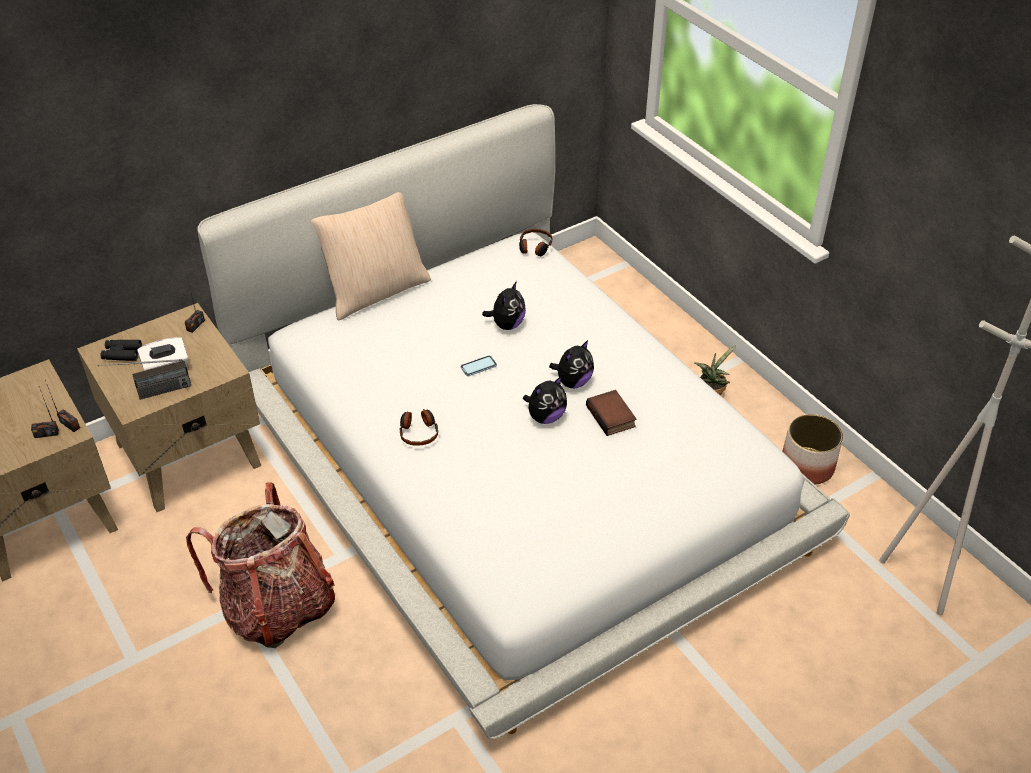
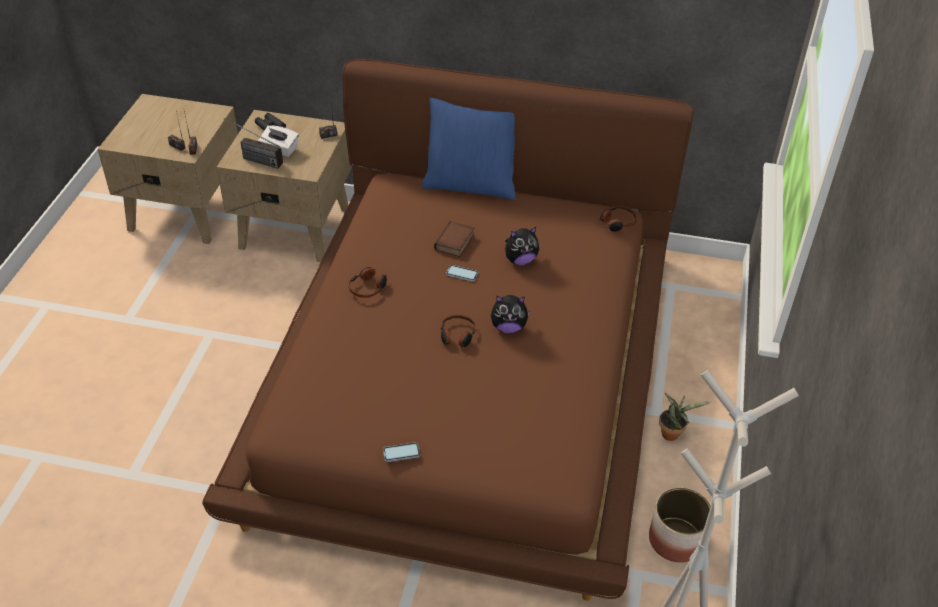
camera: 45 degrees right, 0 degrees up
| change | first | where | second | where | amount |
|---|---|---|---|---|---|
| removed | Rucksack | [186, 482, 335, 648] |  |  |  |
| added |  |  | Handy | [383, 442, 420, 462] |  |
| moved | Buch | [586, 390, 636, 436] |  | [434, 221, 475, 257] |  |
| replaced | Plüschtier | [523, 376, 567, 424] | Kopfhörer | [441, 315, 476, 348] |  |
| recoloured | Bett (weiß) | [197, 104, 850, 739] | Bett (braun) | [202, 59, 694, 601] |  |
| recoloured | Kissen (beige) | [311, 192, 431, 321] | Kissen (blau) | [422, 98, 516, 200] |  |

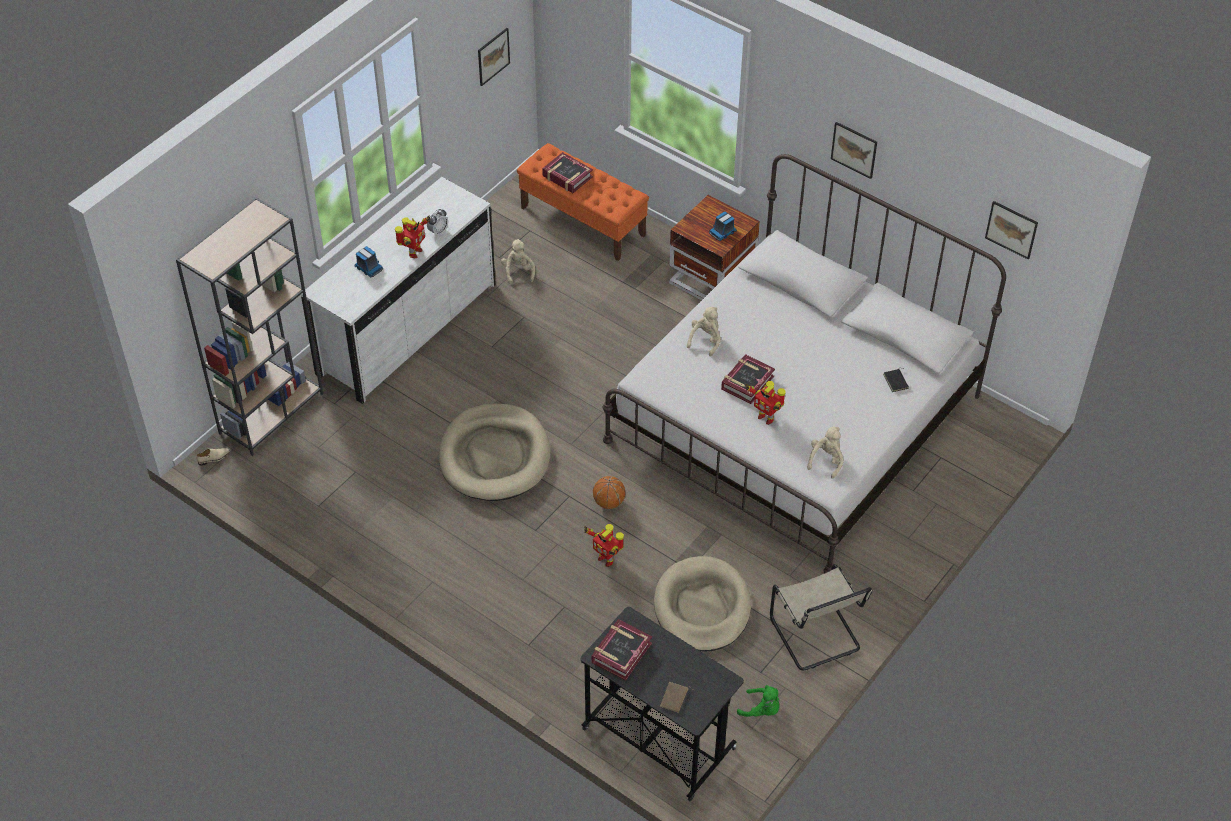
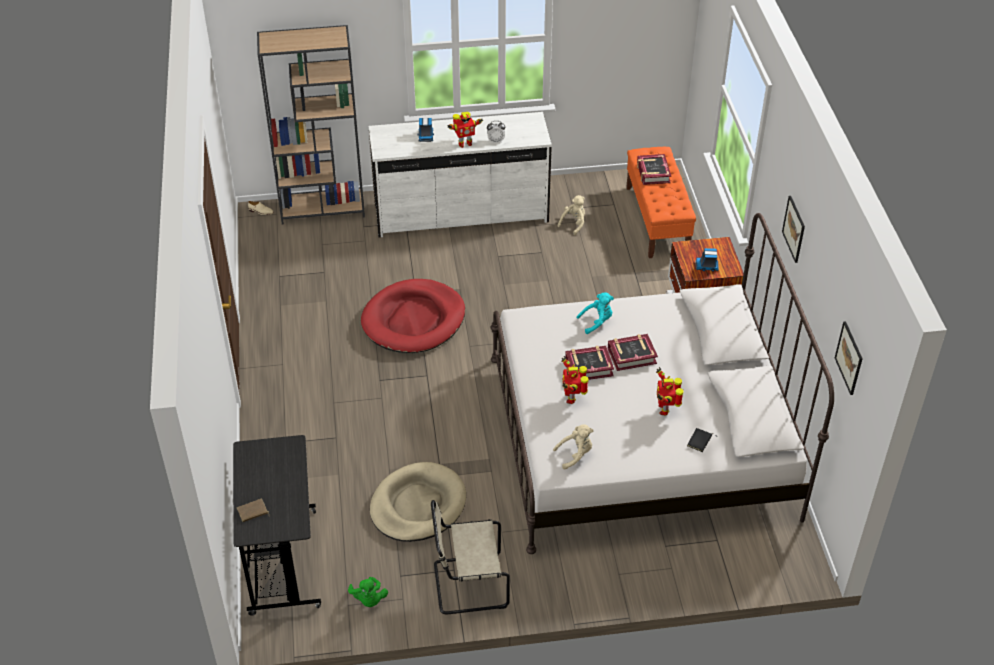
camera: 45 degrees right, 5 degrees down
| change | first | where | second | where | amount |
|---|---|---|---|---|---|
| removed | Bild | [478, 28, 510, 86] |  |  |  |
| removed | Basketball | [593, 476, 625, 509] |  |  |  |
| moved | Spielzeugroboter | [584, 524, 624, 567] |  | [656, 367, 684, 416] |  |
| moved | Buch | [592, 619, 652, 680] |  | [608, 334, 658, 371] |  |
| recoloured | Hundebett (beige) | [439, 403, 550, 501] | Hundebett (rot) | [361, 279, 465, 353] |  |
| recoloured | Plüschtier (beige) | [687, 307, 721, 357] | Plüschtier (türkis) | [577, 292, 614, 334] |  |
| turned | Stuhl (beige) | [770, 564, 872, 671] |  | [431, 500, 510, 614] | 60 degrees clockwise |

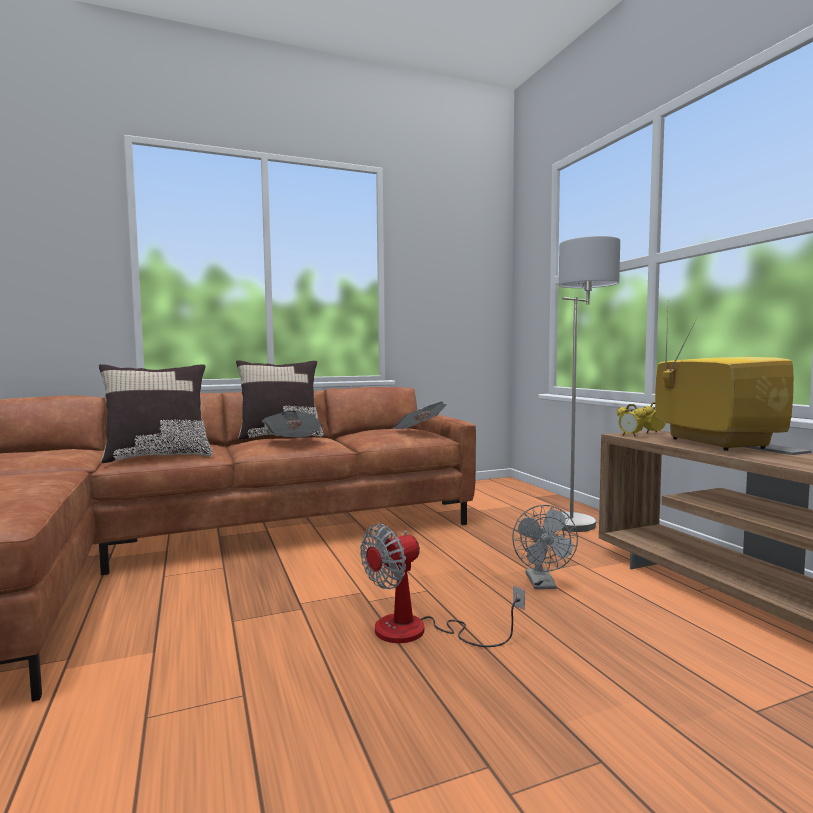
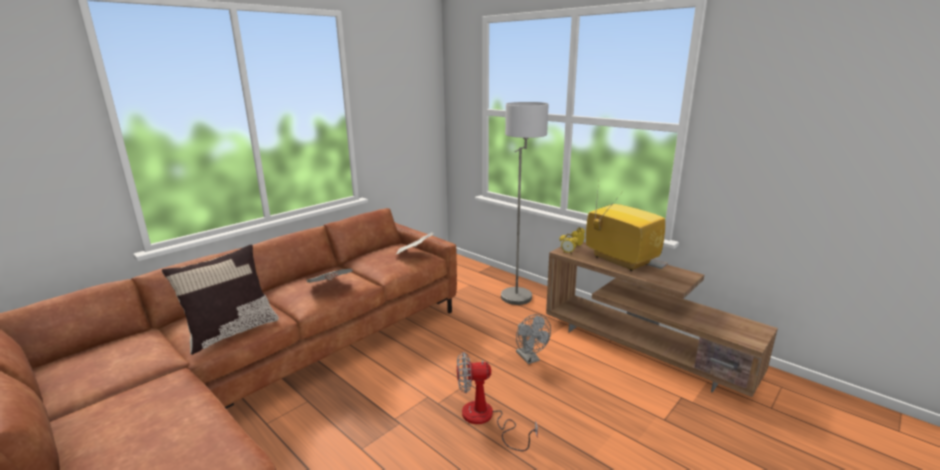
camera: 25 degrees left, 15 degrees up
| change | first | where | second | where | amount |
|---|---|---|---|---|---|
| removed | Kissen | [236, 360, 324, 440] |  |  |  |
| turned | Ventilator | [360, 524, 525, 647] |  | [457, 352, 538, 451] | 60 degrees clockwise |

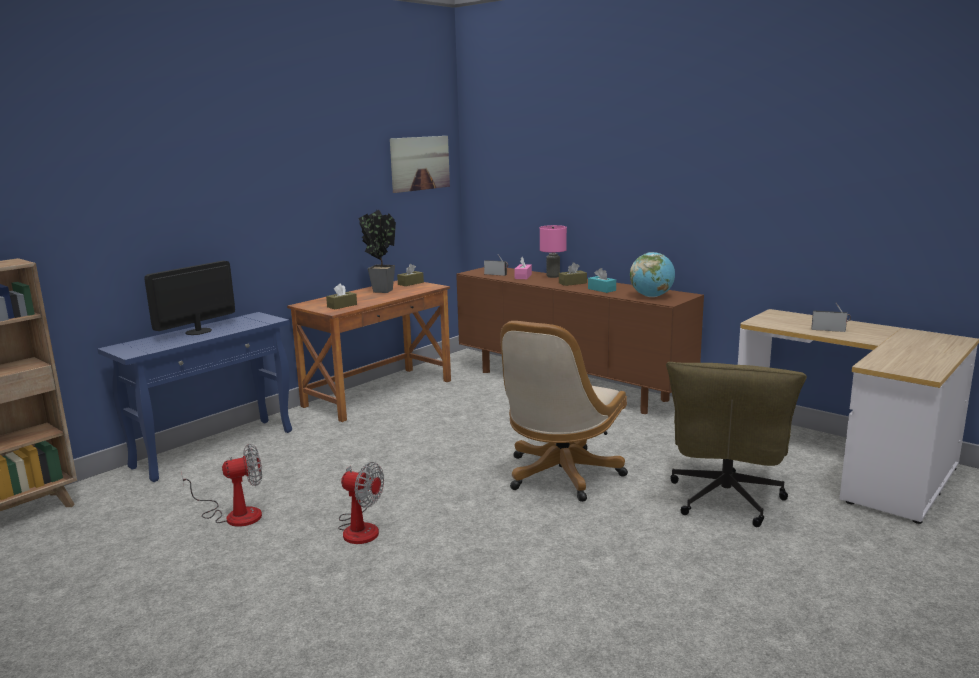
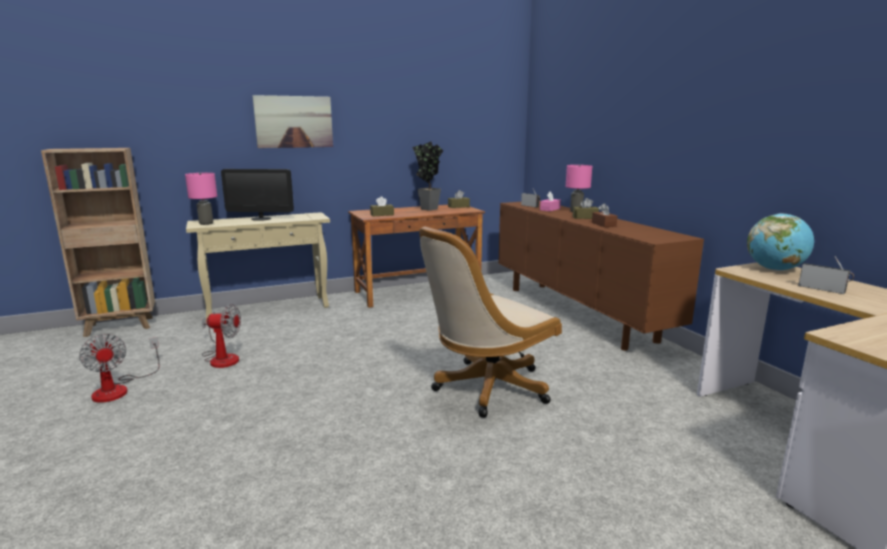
camera: 25 degrees right, 0 degrees up
| change | first | where | second | where | amount |
|---|---|---|---|---|---|
| removed | Bürostuhl (beige) | [666, 362, 807, 527] |  |  |  |
| added |  |  | Tischlampe (rosa) | [185, 173, 217, 225] |  |
| moved | Ventilator | [338, 462, 384, 544] |  | [79, 334, 160, 403] |  |
| moved | Bild | [390, 136, 450, 193] |  | [252, 95, 333, 148] |  |
| moved | Globus | [630, 252, 675, 297] |  | [747, 213, 814, 271] |  |
| recoloured | Konsolentisch (blau) | [98, 312, 292, 482] | Konsolentisch (beige) | [186, 212, 330, 323] |  |
| recoloured | Taschentuchbox (türkis) | [588, 268, 616, 293] | Taschentuchbox (braun) | [592, 203, 617, 227] |  |
| turned | Monitor | [144, 261, 235, 335] |  | [221, 169, 294, 220] | 150 degrees counterclockwise |

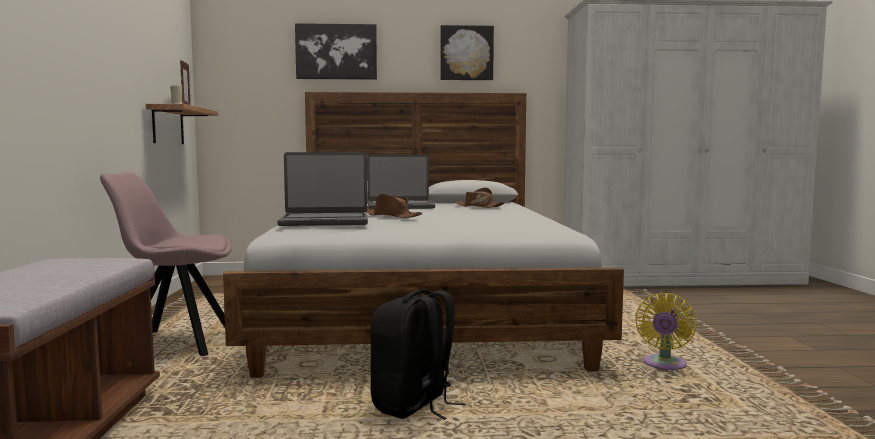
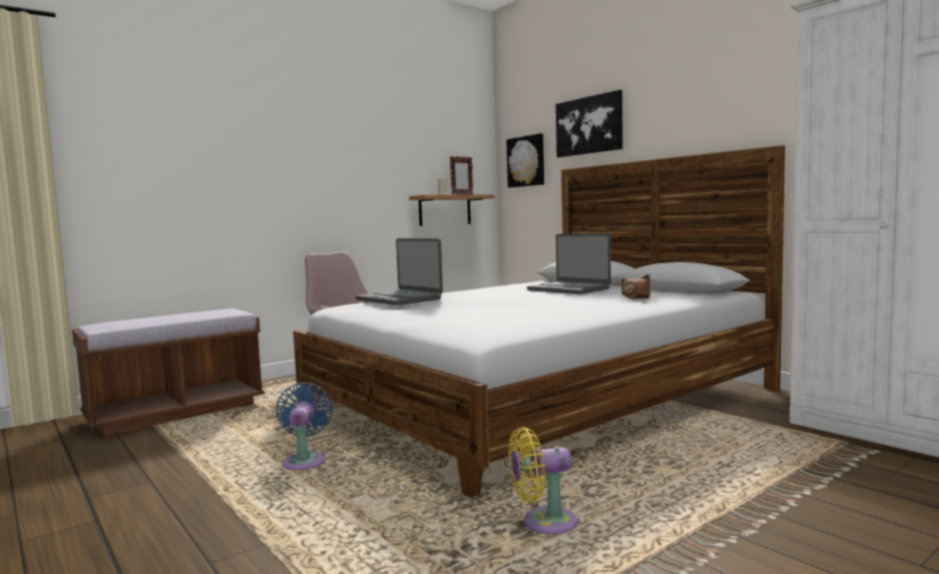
camera: 55 degrees right, 0 degrees up
| change | first | where | second | where | amount |
|---|---|---|---|---|---|
| removed | Hut (braun) | [367, 194, 422, 218] |  |  |  |
| moved | Bild | [440, 25, 494, 80] |  | [506, 133, 544, 188] |  |
| replaced | Rucksack (schwarz) | [371, 290, 466, 420] | Ventilator (blau) | [276, 382, 333, 470] |  |

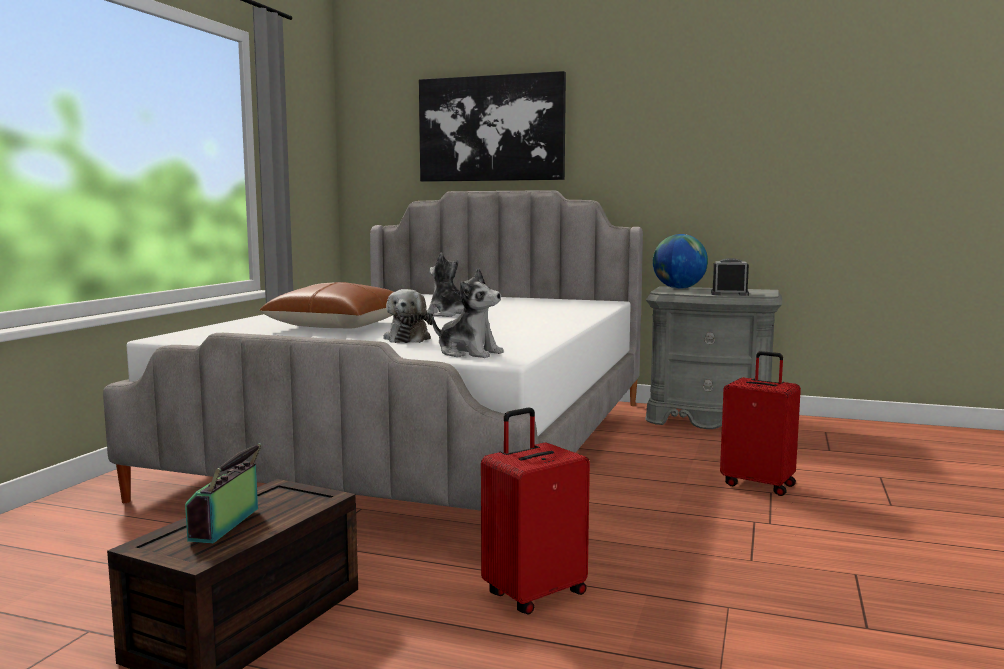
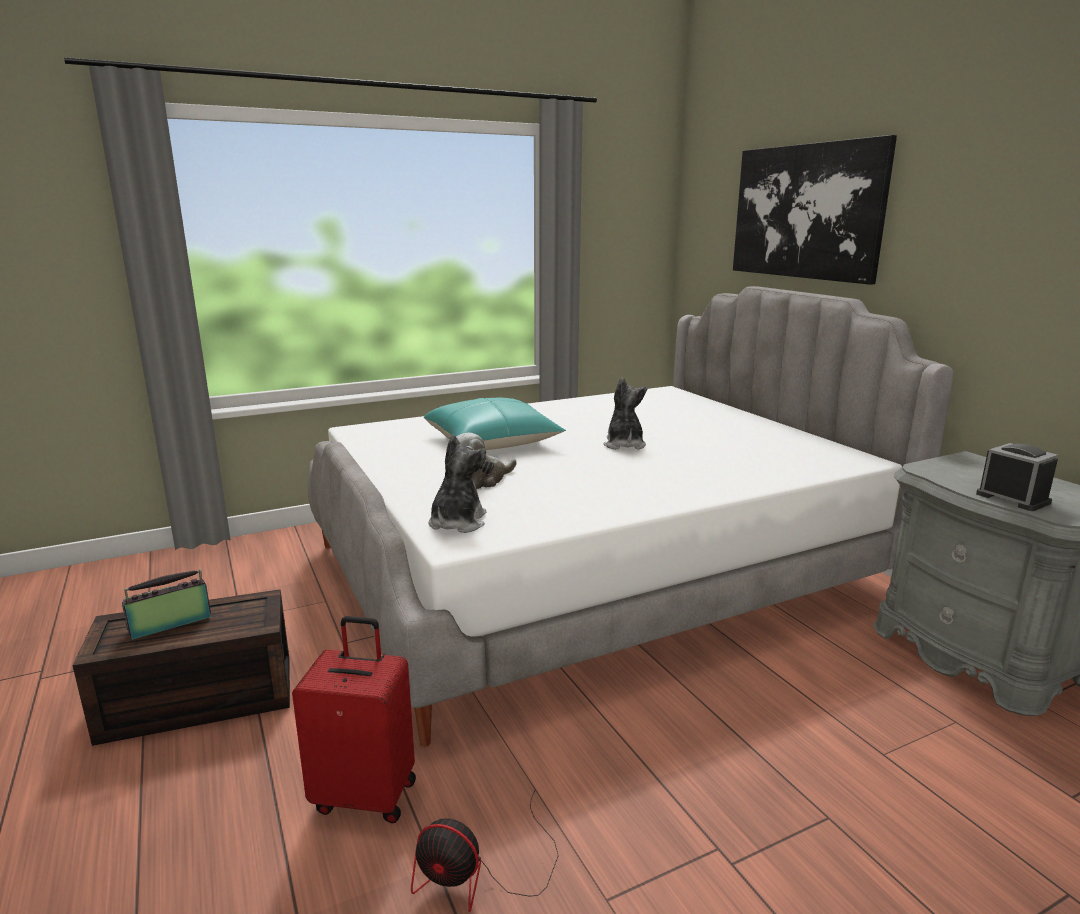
camera: 45 degrees right, 10 degrees up
| change | first | where | second | where | amount |
|---|---|---|---|---|---|
| removed | Globus | [653, 234, 708, 289] |  |  |  |
| removed | Koffer (rot) | [720, 351, 801, 496] |  |  |  |
| added |  |  | Ventilator | [411, 789, 559, 912] |  |
| recoloured | Kissen (braun) | [259, 282, 393, 329] | Kissen (türkis) | [424, 398, 566, 450] |  |
| turned | Plüschtier | [432, 268, 504, 358] |  | [429, 434, 486, 533] | 150 degrees counterclockwise |

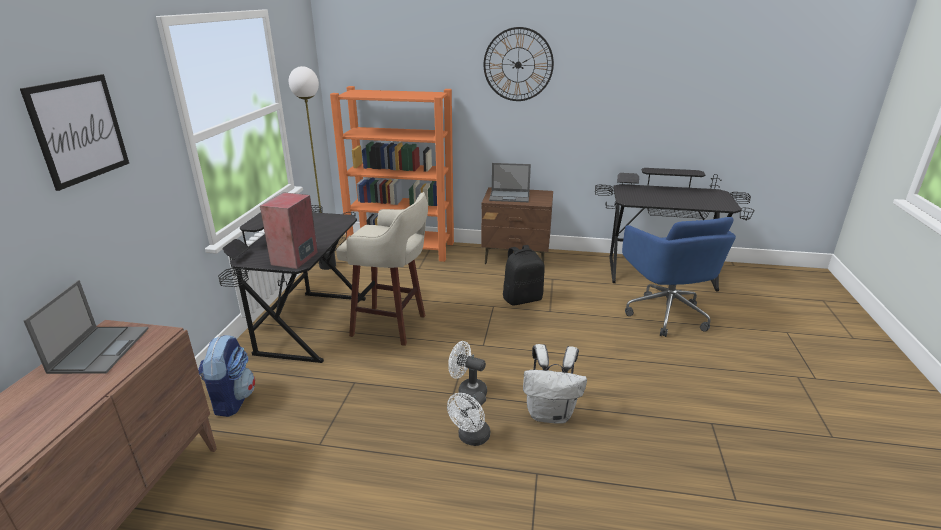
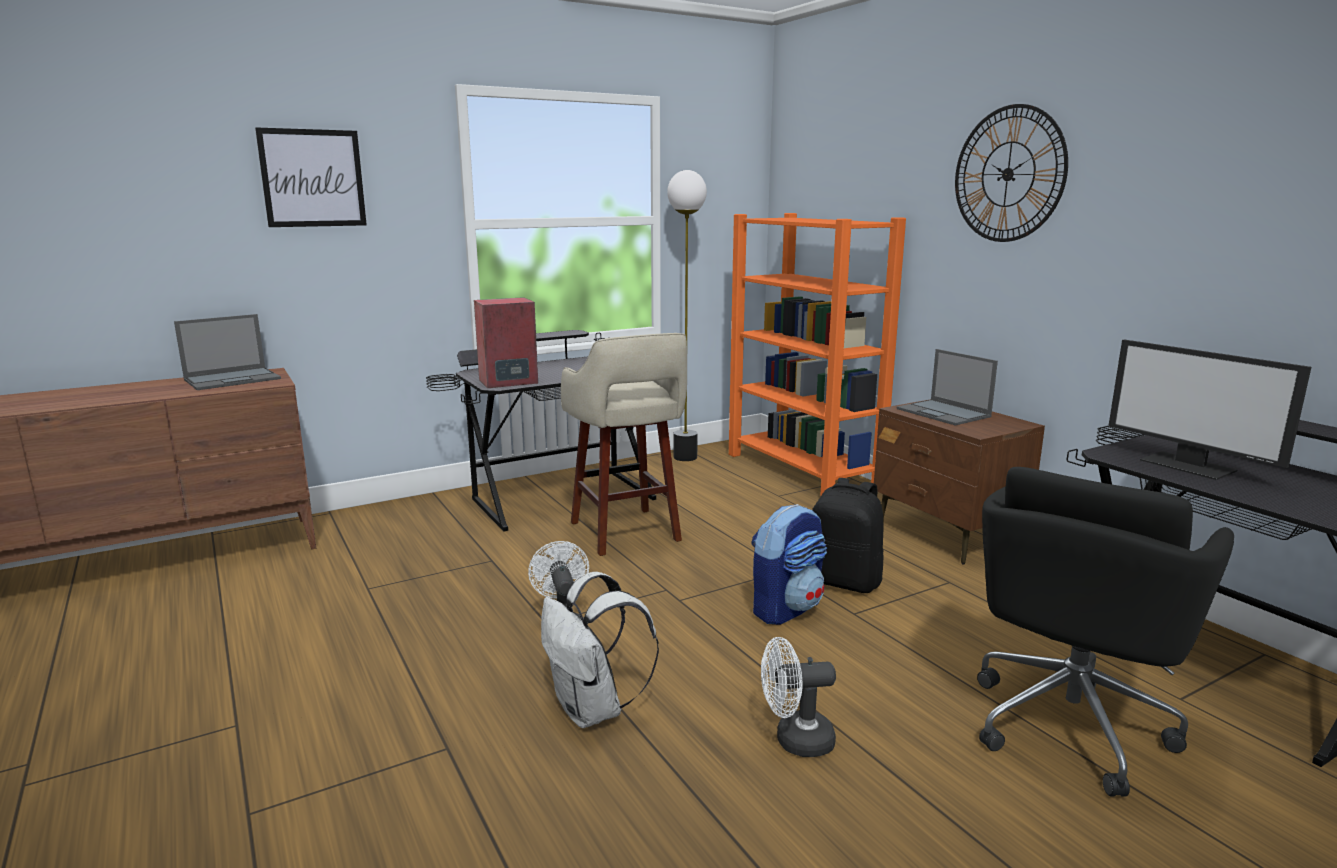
camera: 50 degrees right, 10 degrees down
| change | first | where | second | where | amount |
|---|---|---|---|---|---|
| added |  |  | Monitor | [1108, 339, 1311, 480] |  |
| moved | Rucksack | [198, 335, 255, 417] |  | [752, 504, 827, 625] |  |
| moved | Ventilator (weiß) | [447, 392, 490, 446] |  | [761, 637, 836, 757] |  |
| recoloured | Bürostuhl (blau) | [622, 217, 736, 337] | Bürostuhl (schwarz) | [977, 467, 1234, 797] |  |

